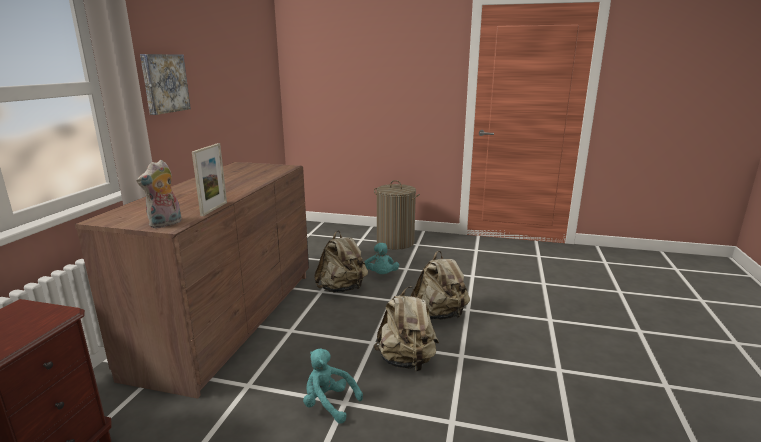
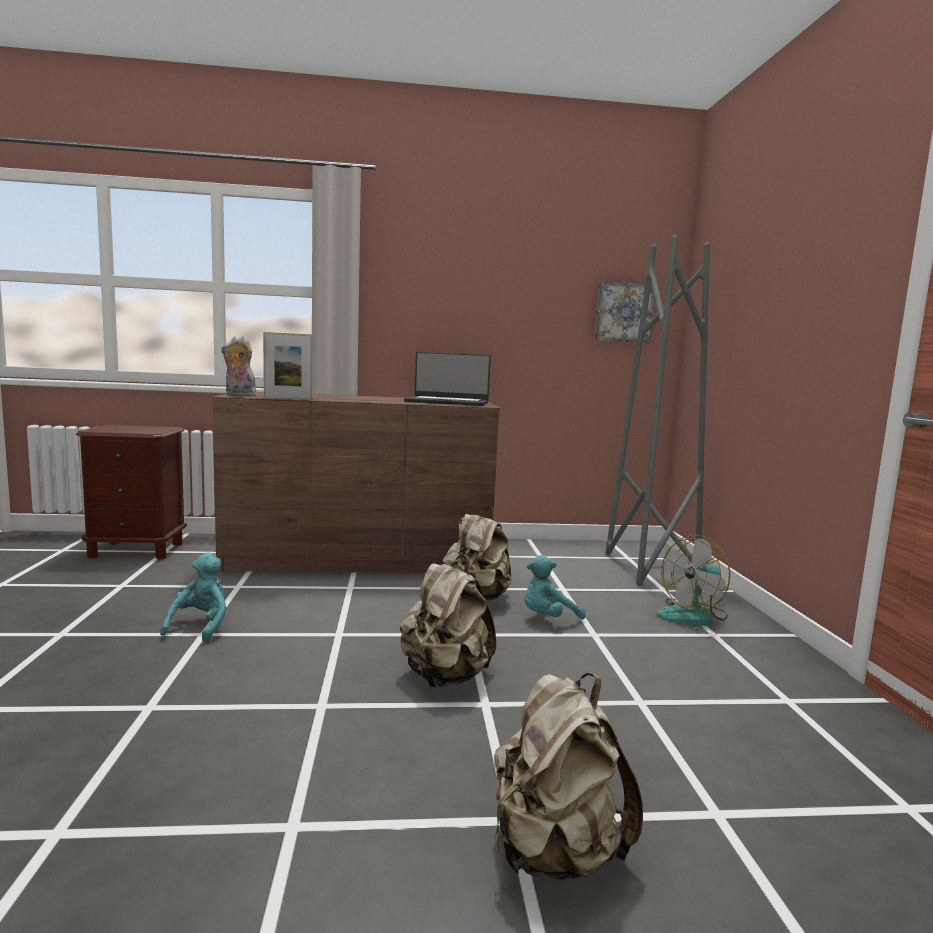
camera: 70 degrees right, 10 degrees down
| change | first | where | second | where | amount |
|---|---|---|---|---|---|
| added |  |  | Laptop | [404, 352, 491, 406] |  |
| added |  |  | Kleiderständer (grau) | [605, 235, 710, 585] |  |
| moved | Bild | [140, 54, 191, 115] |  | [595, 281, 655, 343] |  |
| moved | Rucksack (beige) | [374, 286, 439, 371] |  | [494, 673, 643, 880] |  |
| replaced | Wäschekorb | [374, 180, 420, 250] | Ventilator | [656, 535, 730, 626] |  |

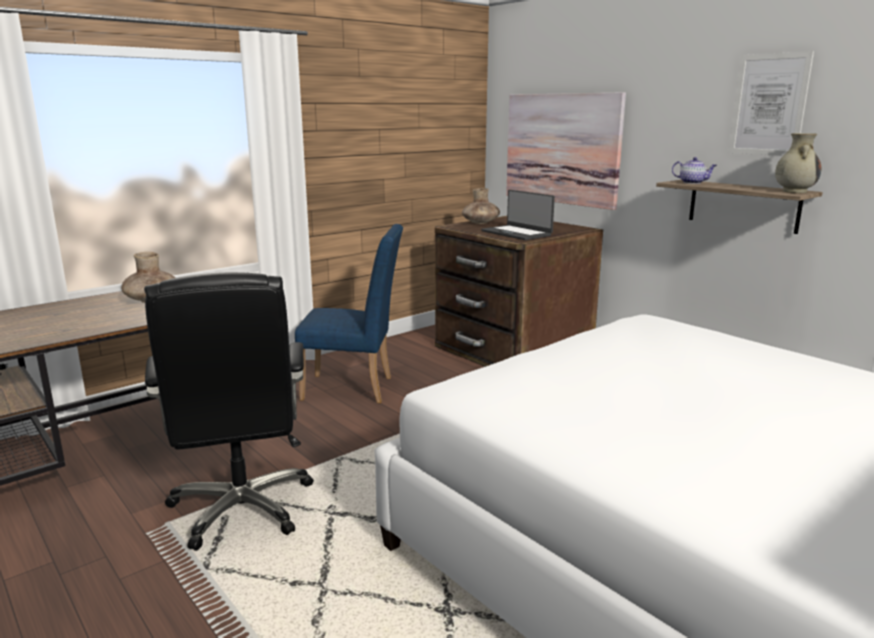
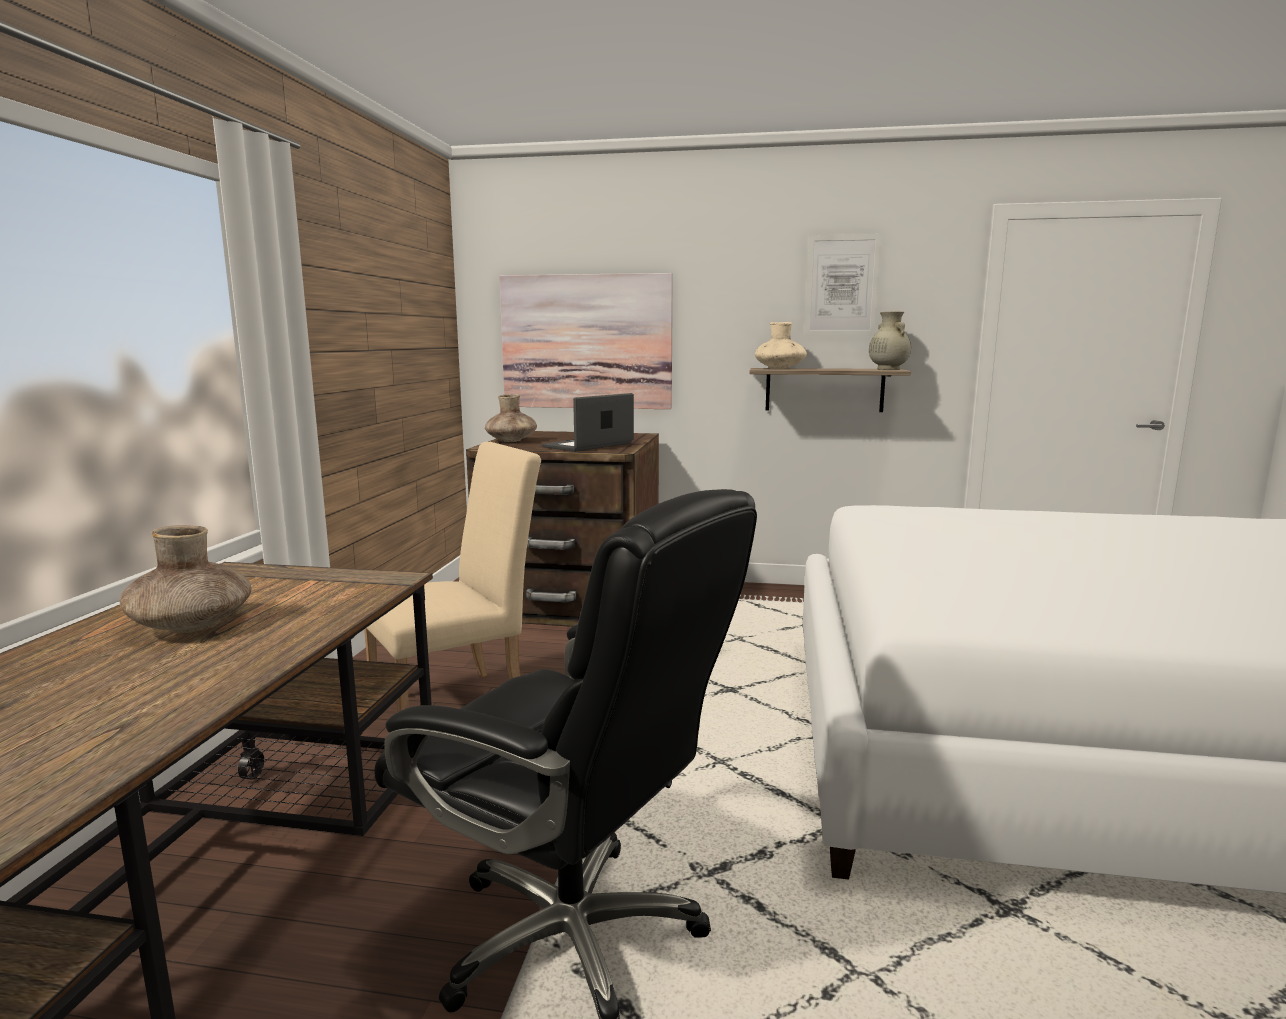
camera: 40 degrees left, 5 degrees down
| change | first | where | second | where | amount |
|---|---|---|---|---|---|
| replaced | Teekanne | [672, 157, 717, 184] | Vase (beige) | [755, 322, 807, 369] |  |
| recoloured | Stuhl (blau) | [295, 224, 403, 403] | Stuhl (beige) | [364, 442, 541, 712] |  |
| turned | Laptop | [481, 190, 555, 240] |  | [542, 393, 634, 452] | 120 degrees clockwise |

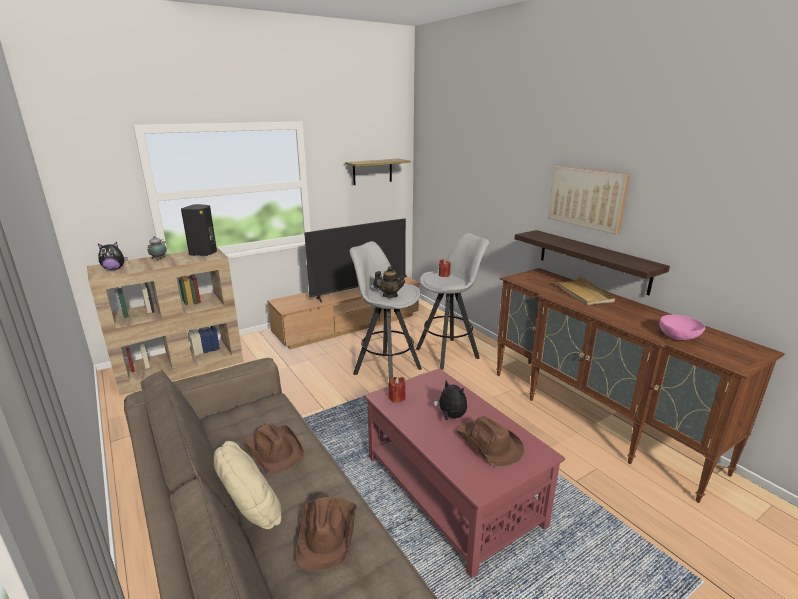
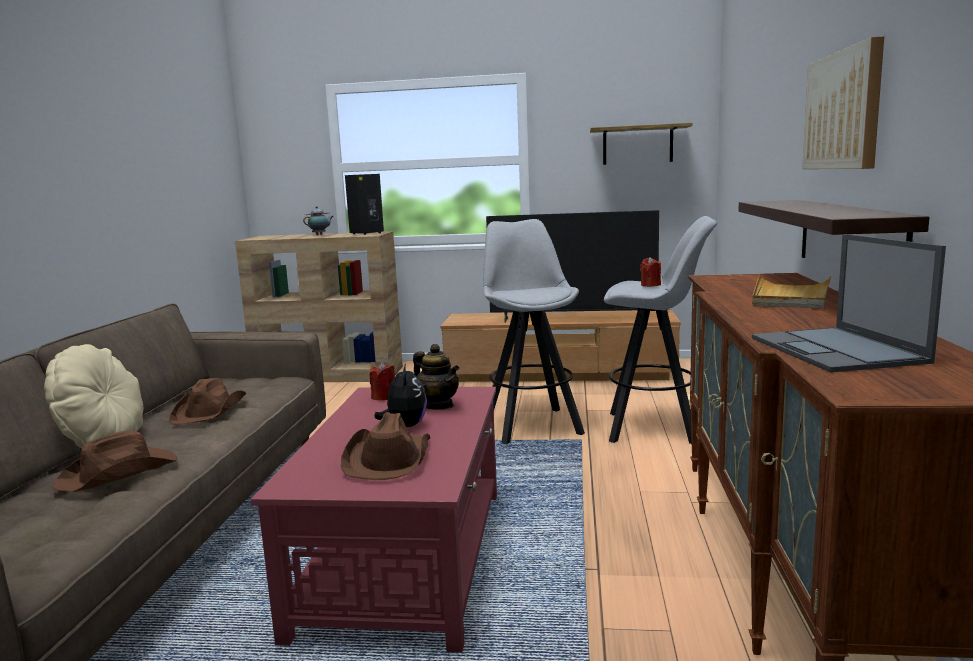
camera: 40 degrees right, 10 degrees down
| change | first | where | second | where | amount |
|---|---|---|---|---|---|
| removed | Plüschtier | [98, 242, 128, 270] |  |  |  |
| moved | Teekanne | [373, 266, 407, 298] |  | [413, 344, 459, 410] |  |
| replaced | Schüssel (rosa) | [659, 315, 705, 340] | Laptop | [752, 234, 946, 373] |  |

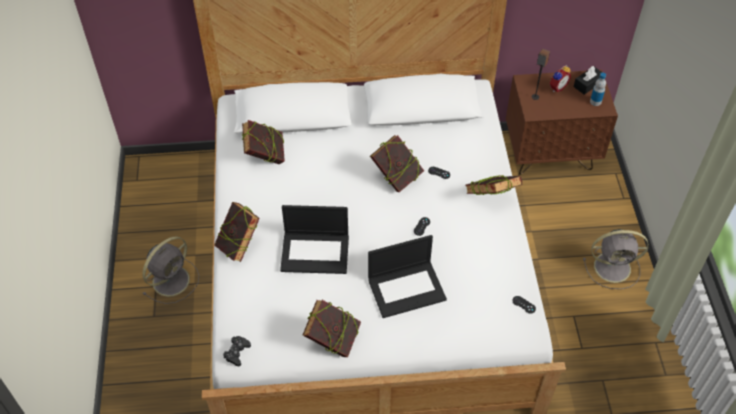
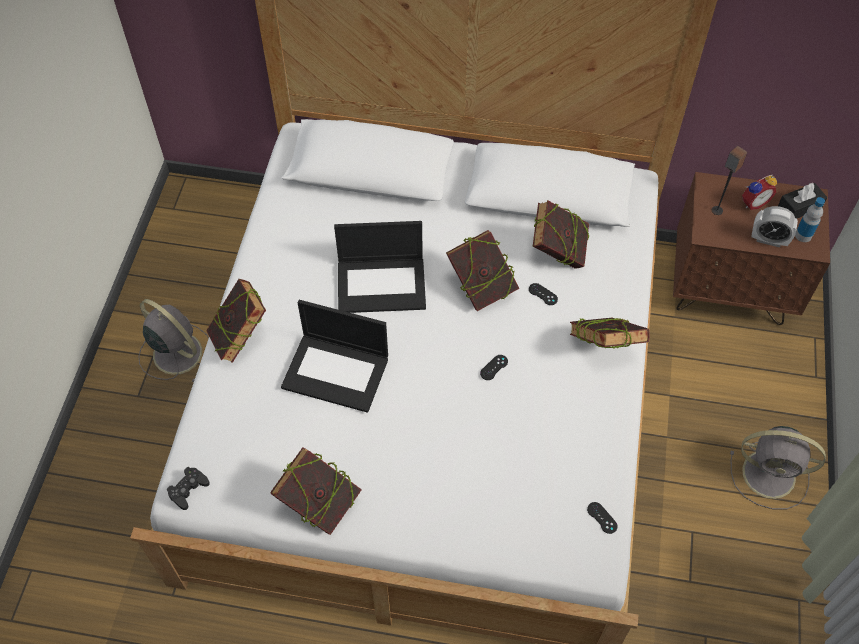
camera: 15 degrees right, 5 degrees up
| change | first | where | second | where | amount |
|---|---|---|---|---|---|
| added |  |  | Wecker | [751, 206, 798, 247] |  |
| moved | Buch | [242, 120, 285, 164] |  | [533, 200, 589, 268] |  |
| moved | Laptop | [368, 235, 447, 318] |  | [334, 221, 426, 313] |  |
| turned | Ventilator (grau) | [142, 236, 199, 304] |  | [138, 299, 209, 383] | 105 degrees counterclockwise |

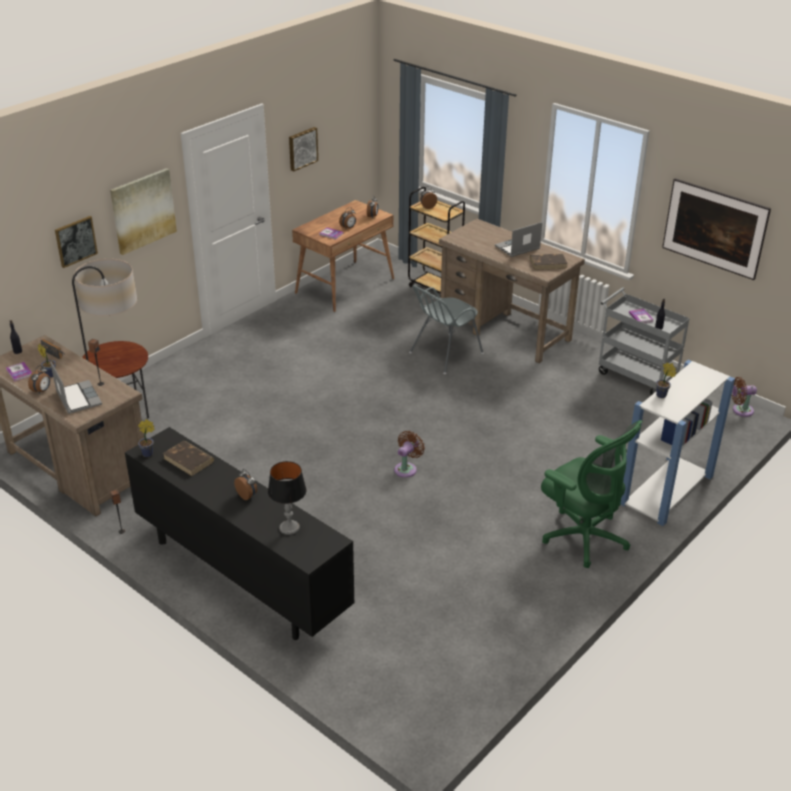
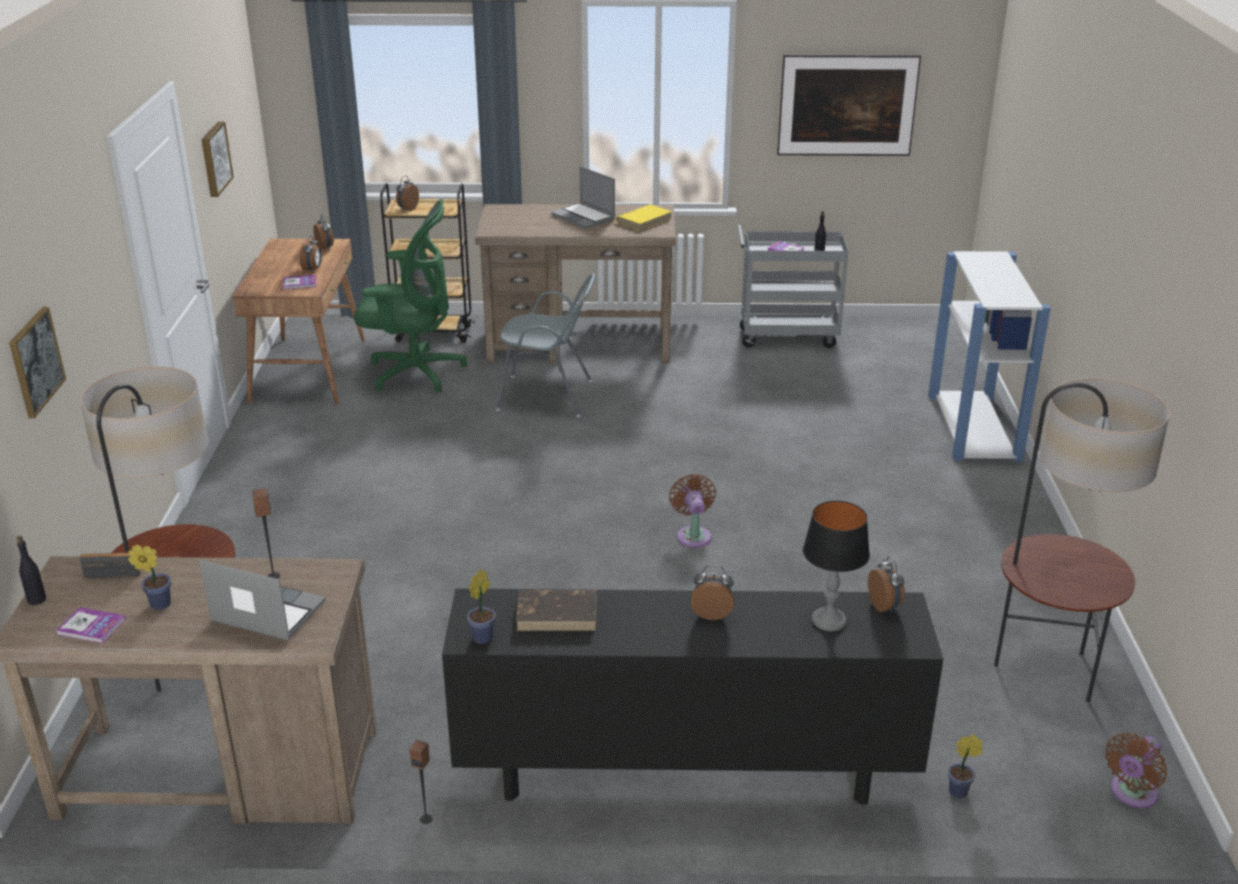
camera: 40 degrees left, 5 degrees down
| change | first | where | second | where | amount |
|---|---|---|---|---|---|
| removed | Bild | [110, 168, 177, 255] |  |  |  |
| added |  |  | Stehlampe | [994, 378, 1170, 702] |  |
| moved | Wecker | [28, 365, 50, 394] |  | [868, 556, 905, 613] |  |
| moved | Bürostuhl (grün) | [541, 420, 643, 568] |  | [354, 199, 467, 392] |  |
| moved | Topfpflanze | [656, 362, 676, 398] |  | [948, 735, 983, 799] |  |
| moved | Ventilator (braun) | [731, 377, 757, 417] |  | [1105, 733, 1167, 808] |  |
| recoloured | Buch (braun) | [530, 254, 568, 270] | Buch (gelb) | [616, 205, 672, 231] |  |
| turned | Stuhl (grau) | [409, 285, 484, 374] |  | [496, 273, 595, 417] | 90 degrees counterclockwise |
| turned | Laptop | [495, 222, 542, 257] |  | [551, 166, 616, 229] | 60 degrees counterclockwise |

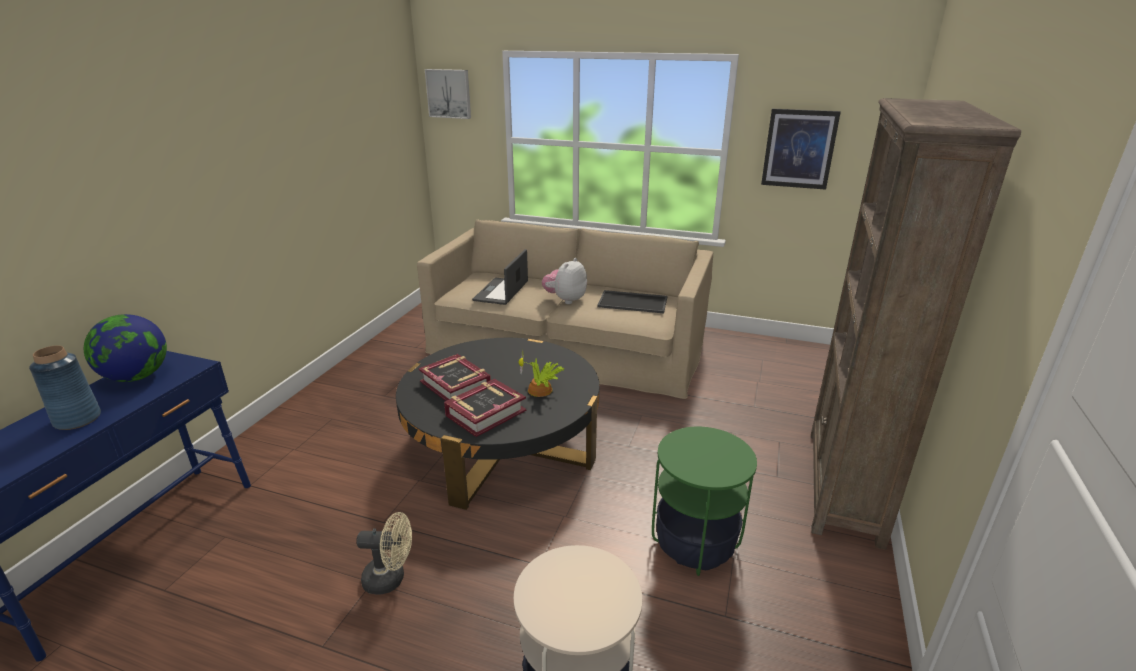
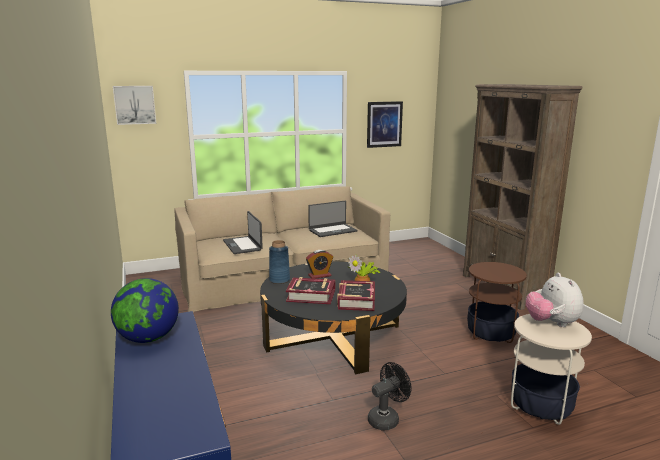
camera: 40 degrees left, 10 degrees down
| change | first | where | second | where | amount |
|---|---|---|---|---|---|
| added |  |  | Wecker | [306, 250, 333, 279] |  |
| moved | Vase (blau) | [29, 345, 101, 430] |  | [269, 240, 290, 284] |  |
| moved | Plüschtier | [542, 258, 587, 304] |  | [526, 273, 584, 327] |  |
| replaced | Tablett | [597, 290, 667, 313] | Laptop | [308, 201, 358, 237] |  |
| recoloured | Ventilator (beige) | [356, 512, 412, 595] | Ventilator (schwarz) | [368, 362, 411, 431] |  |
| recoloured | Beistelltisch (grün) | [652, 426, 757, 576] | Beistelltisch (braun) | [467, 262, 527, 343] |  |

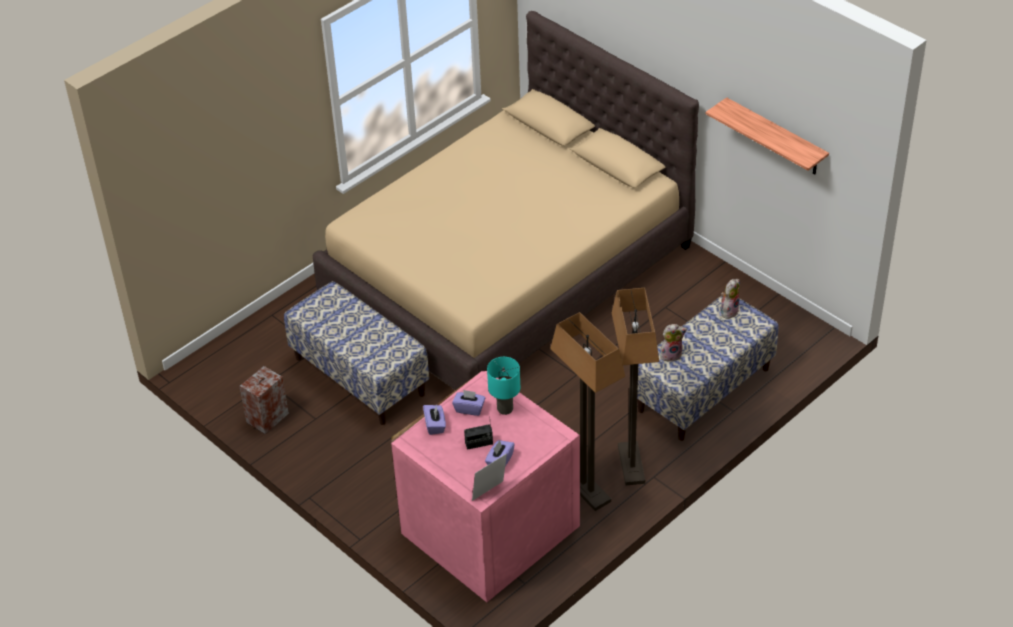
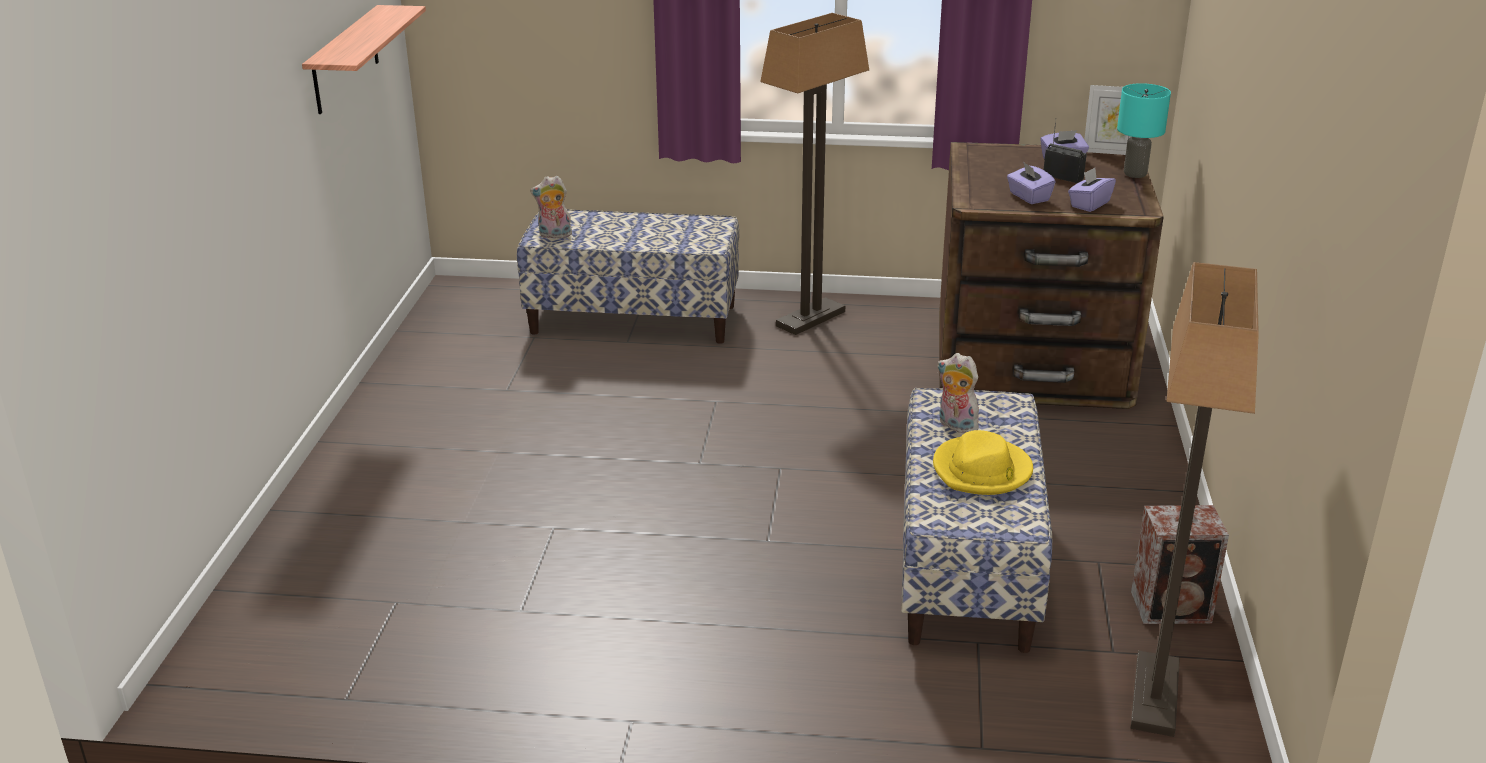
camera: 130 degrees left, 15 degrees down
| change | first | where | second | where | amount |
|---|---|---|---|---|---|
| removed | Bett (beige) | [313, 11, 699, 390] |  |  |  |
| added |  |  | Hut (gelb) | [933, 430, 1033, 495] |  |
| moved | Tischlampe (türkis) | [487, 357, 520, 415] |  | [1117, 83, 1171, 178] |  |
| moved | Stehlampe | [550, 312, 625, 511] |  | [1131, 262, 1259, 737] |  |
| moved | Plüschtier | [660, 324, 687, 362] |  | [937, 353, 982, 433] |  |
| recoloured | Kommode (rosa) | [391, 371, 580, 602] | Kommode (braun) | [939, 142, 1164, 409] |  |

